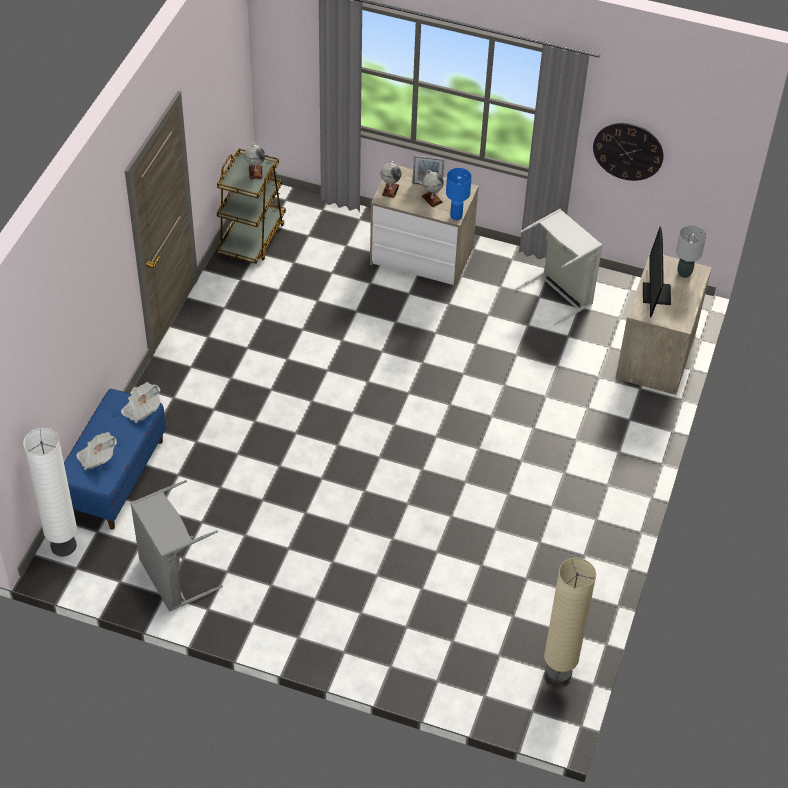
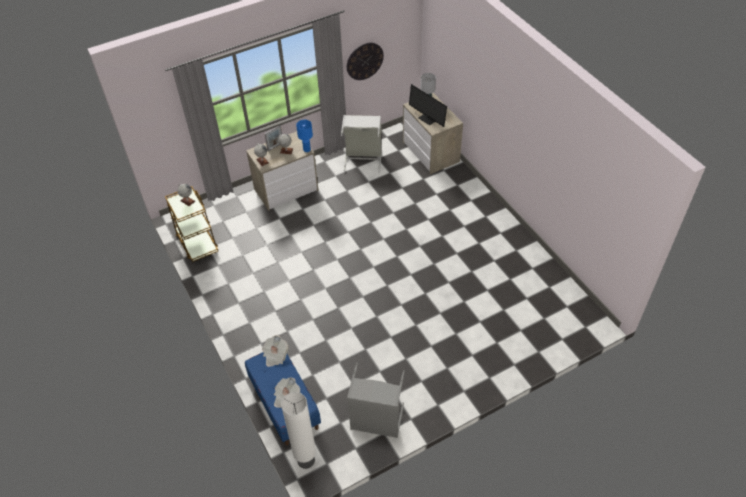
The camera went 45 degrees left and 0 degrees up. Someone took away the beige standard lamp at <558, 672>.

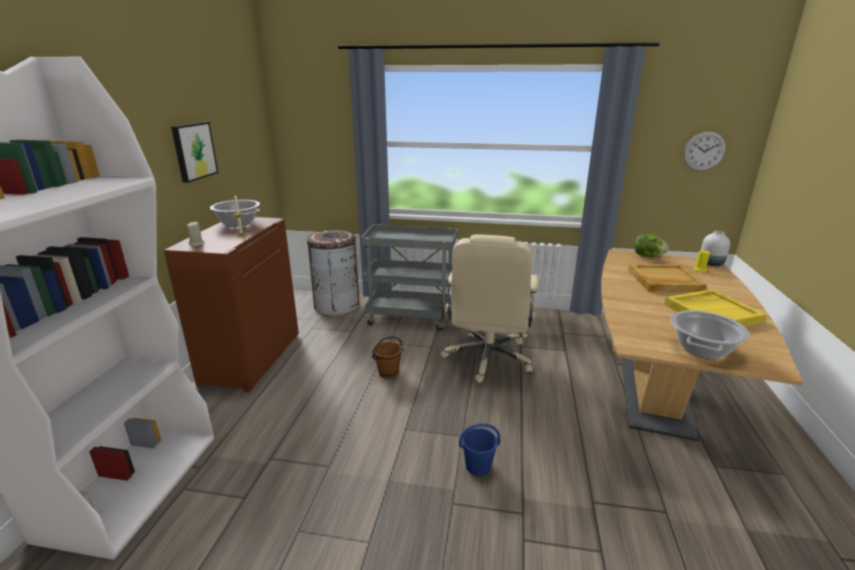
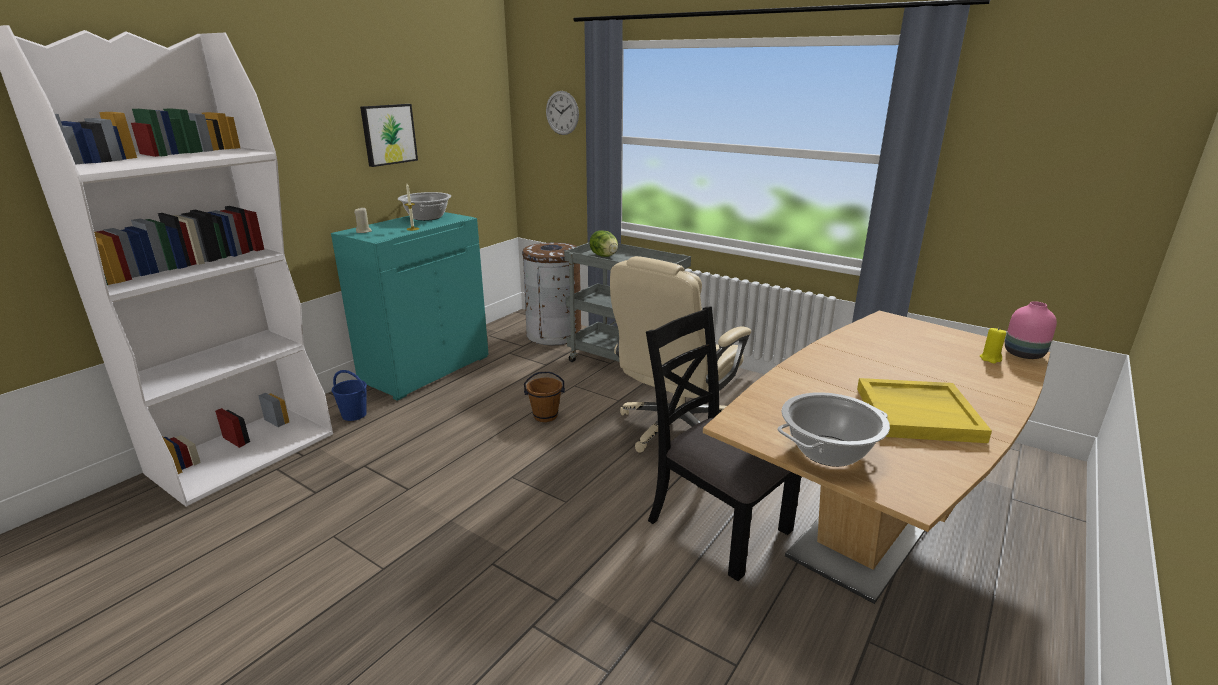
The camera went 25 degrees right and 0 degrees up. Someone took away the beige serving tray at <664, 281>. Someone put down the black-coloured chair at <717, 525>. Someone carried the bluish water bucket from <478, 466> to <354, 415>. Someone carried the head of lettuce from <647, 256> to <604, 256>. Someone carried the wall clock from <704, 151> to <562, 113>. Someone repainted the brown storage cabinet at <251, 358>, which became the turquoise storage cabinet at <425, 369>. Someone repainted the whitish vase at <711, 264>, which became the pinkish vase at <1024, 354>.

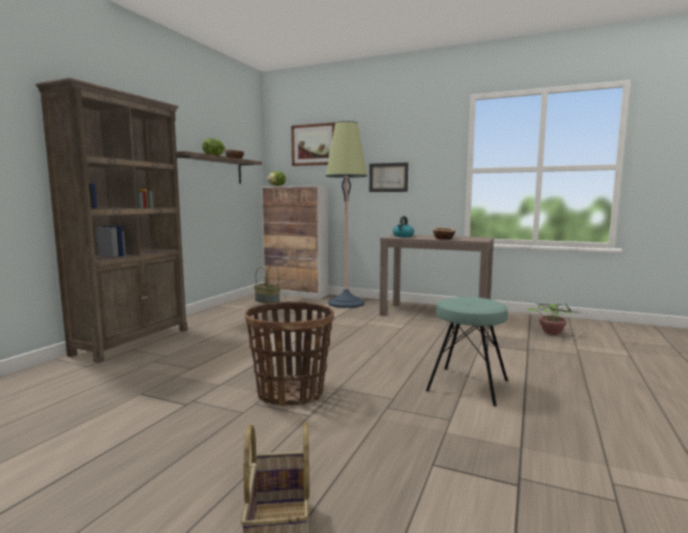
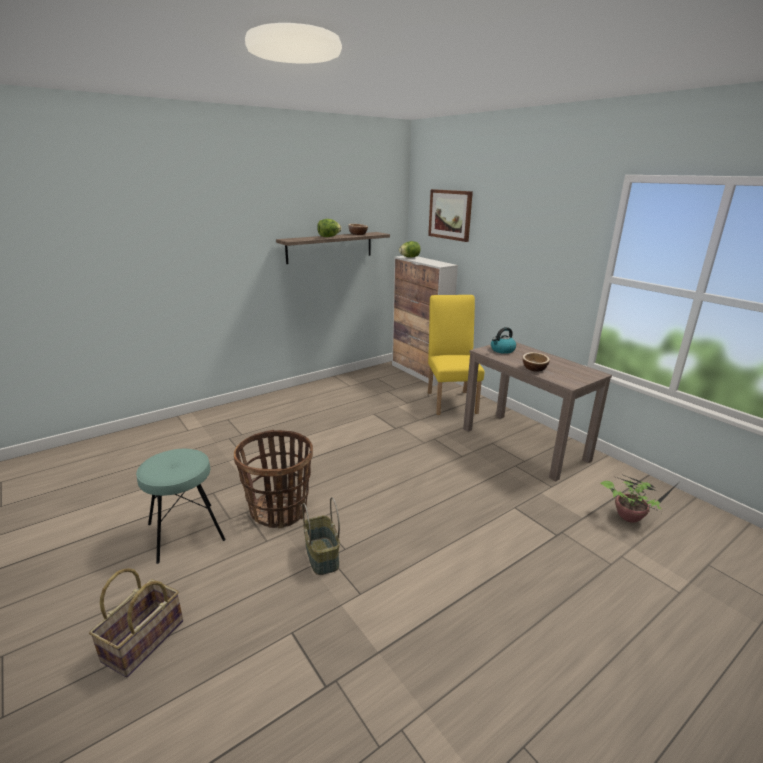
The camera went 30 degrees right and 15 degrees up. Someone took away the brown bookshelf at <133, 341>. Someone took away the wall art at <388, 177>. Someone carried the storage basket from <267, 301> to <321, 556>. Someone carried the turquoise stool seat from <467, 385> to <186, 532>. Someone swapped the standard lamp at <346, 303> for the yellowish chair at <451, 400>.

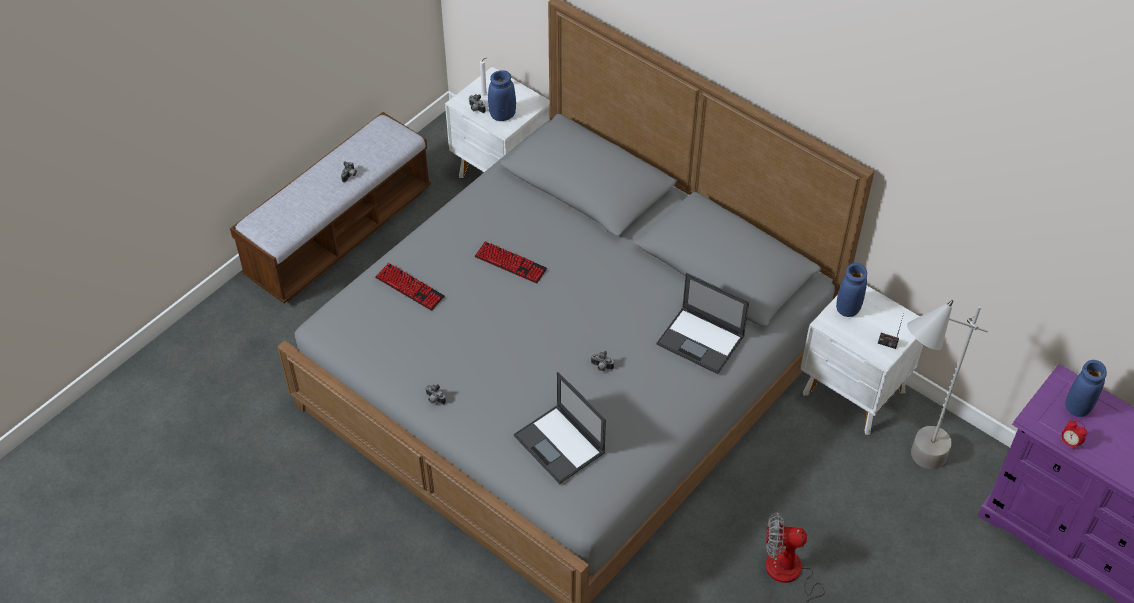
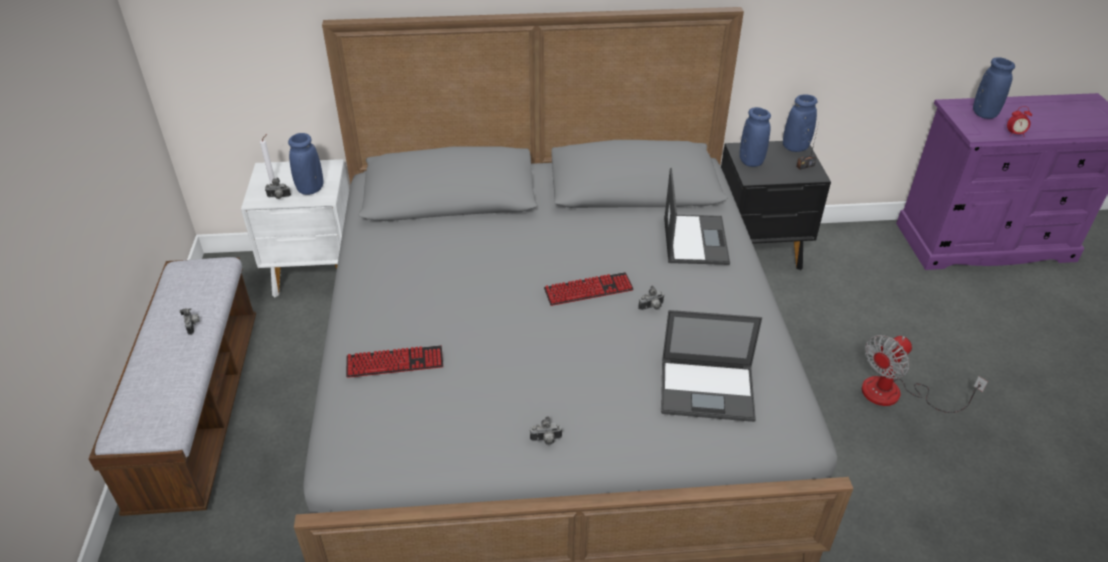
The camera went 45 degrees left and 10 degrees down. Someone took away the gray standard lamp at <906, 468>. Someone put down the bluish vase at <795, 147>. Someone carried the computer keyboard from <510, 263> to <588, 290>. Someone repainted the whitish night table at <853, 394>, which became the black-coloured night table at <759, 251>. Someone rotated the portable computer at <701, 340> by 75 degrees counterclockwise.

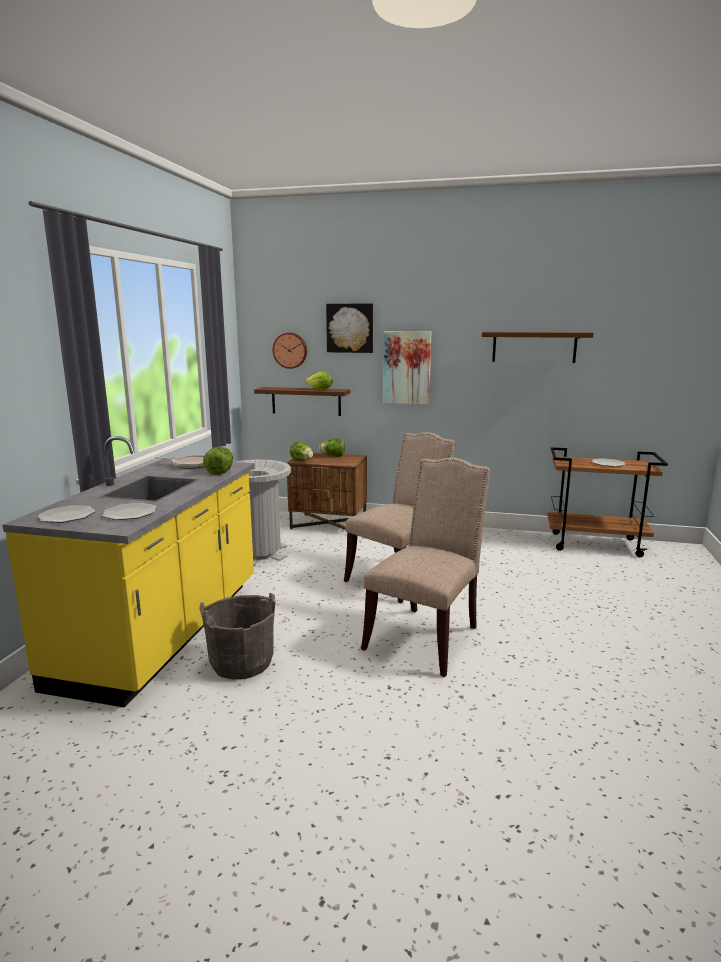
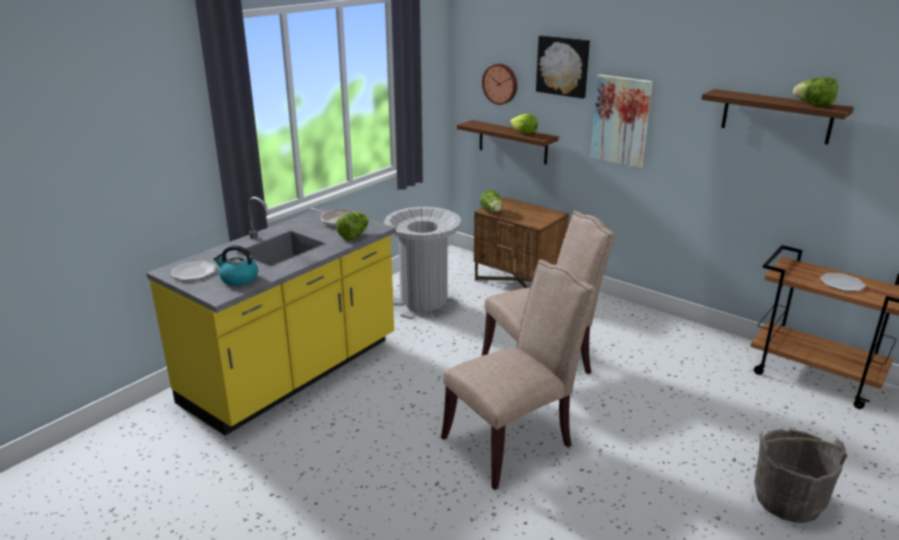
The camera went 25 degrees right and 10 degrees up. Someone carried the gray water bucket from <242, 662> to <788, 500>. Someone carried the head of lettuce from <333, 456> to <814, 105>. Someone swapped the flat dish at <130, 513> for the water kettle at <238, 279>.

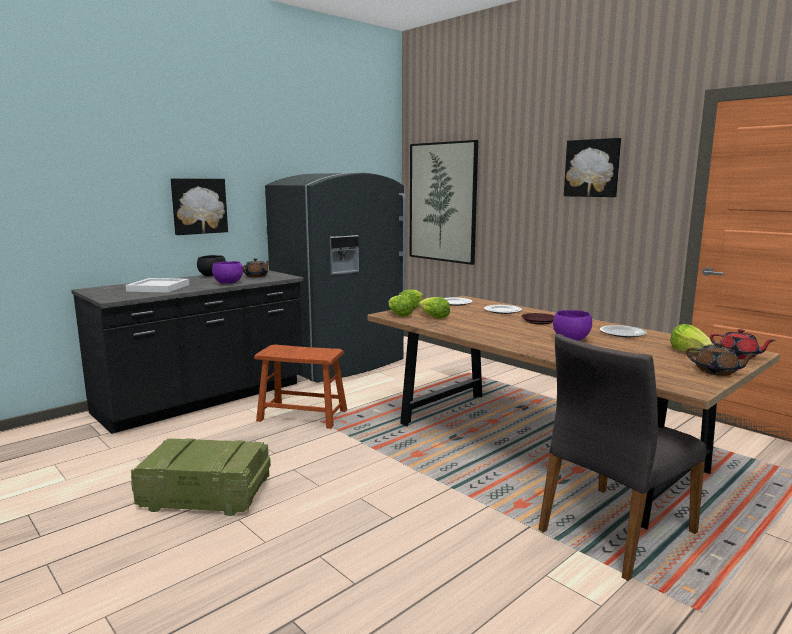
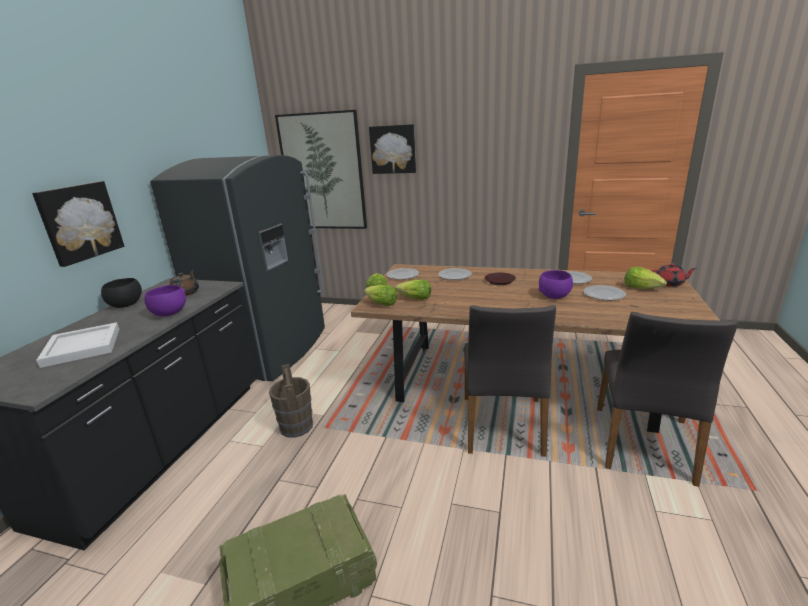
The camera went 30 degrees left and 10 degrees up. Someone took away the brown teapot at <717, 372>. Someone put down the gray chair at <503, 425>. Someone put down the flat dish at <603, 295>. Someone carried the wall art from <592, 168> to <393, 149>. Someone swapped the brown stool seat at <302, 415> for the brown water bucket at <296, 426>.

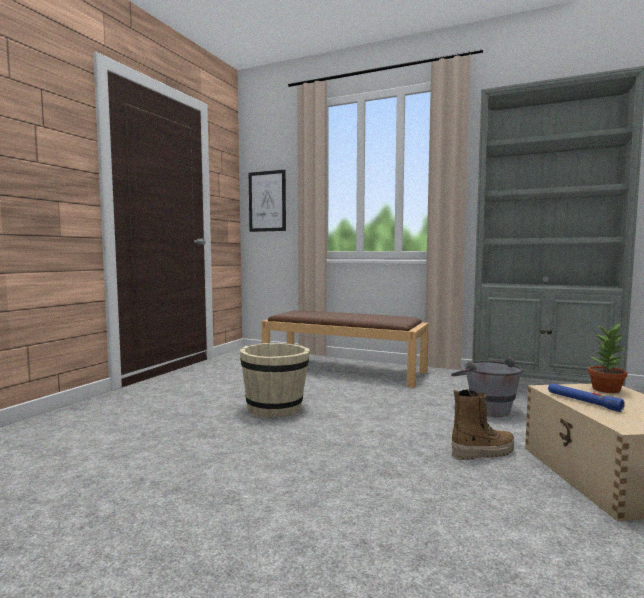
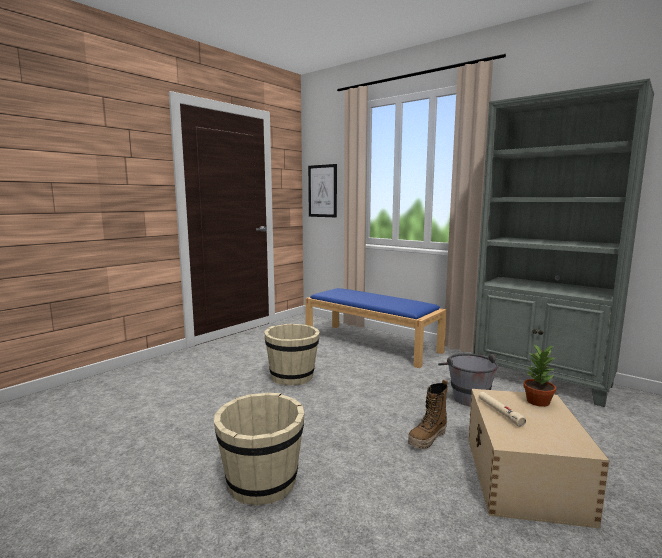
The camera went 15 degrees right and 5 degrees up. Someone put down the beige water bucket at <262, 483>. Someone repainted the brown indoor bench at <344, 370>, which became the bluish indoor bench at <372, 344>. Someone repainted the bluish flashlight at <582, 402>, which became the beige flashlight at <499, 412>. Someone rotated the tall boot at <482, 453> by 135 degrees clockwise.

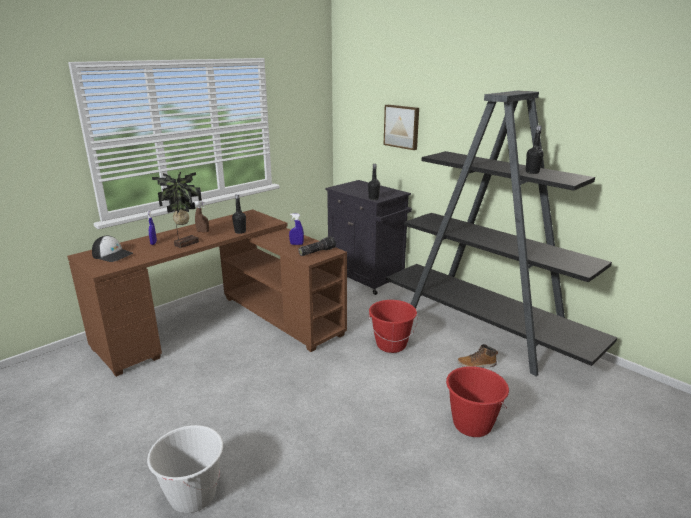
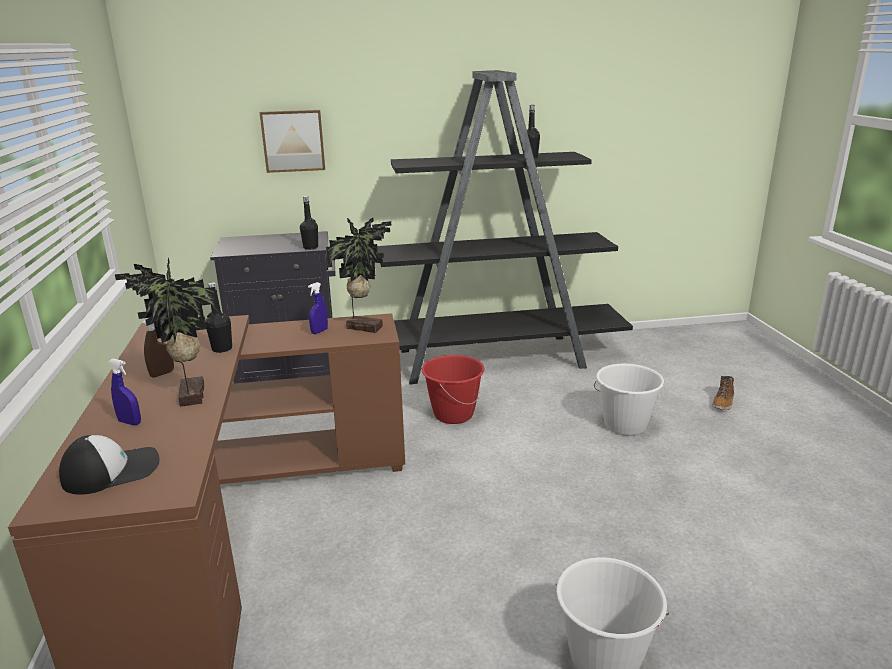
The camera went 55 degrees left and 0 degrees up. Someone carried the tall boot from <476, 364> to <723, 402>. Someone swapped the flashlight at <317, 251> for the plant in a pot at <365, 327>. Someone repainted the red water bucket at <471, 425>, which became the whitish water bucket at <625, 426>.

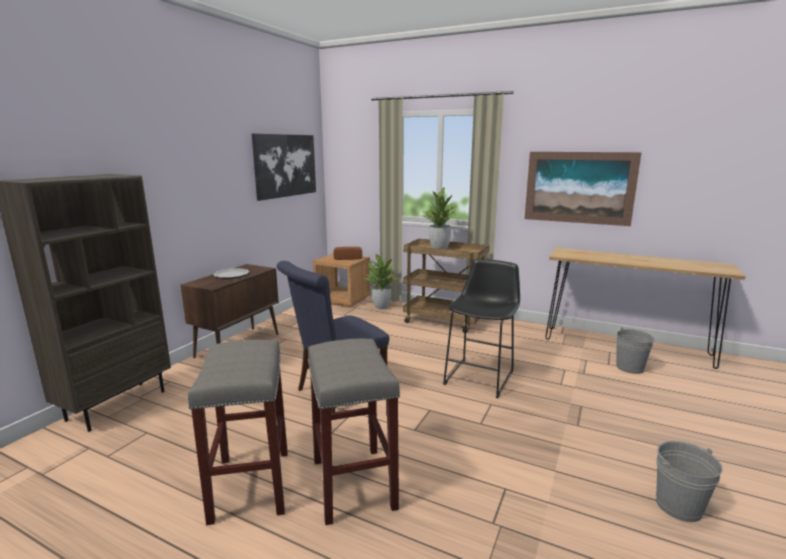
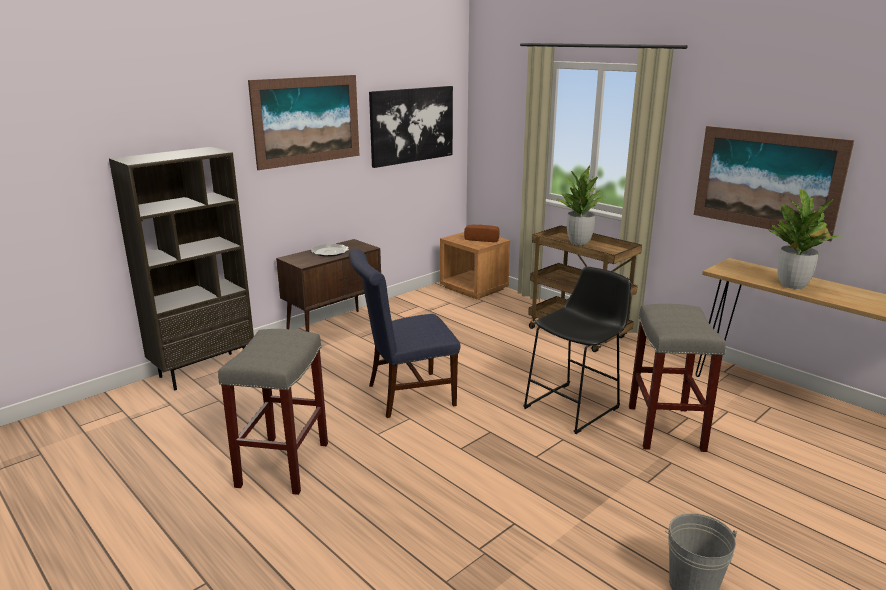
The camera went 20 degrees right and 5 degrees up. Someone took away the gray water bucket at <630, 367>. Someone put up the wall art at <307, 120>. Someone carried the gray stool seat from <352, 483> to <664, 427>. Someone carried the plant in a pot from <381, 307> to <792, 285>.

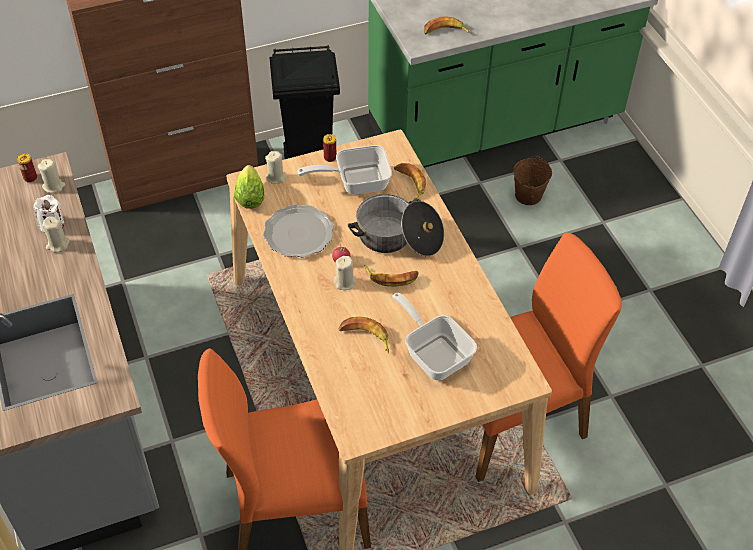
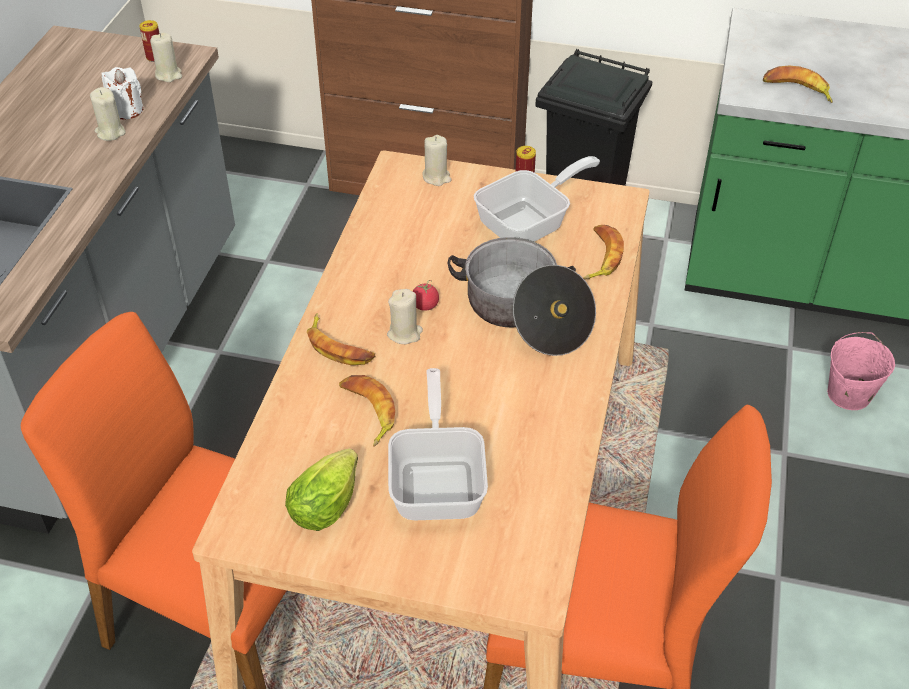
The camera went 35 degrees right and 5 degrees down. Someone took away the flat dish at <299, 234>. Someone carried the head of lettuce from <250, 195> to <328, 502>. Someone carried the banana from <391, 277> to <339, 346>. Someone repainted the brown water bucket at <528, 196>, which became the pinkish water bucket at <848, 395>. Someone rotated the pan at <355, 181> by 120 degrees clockwise.

